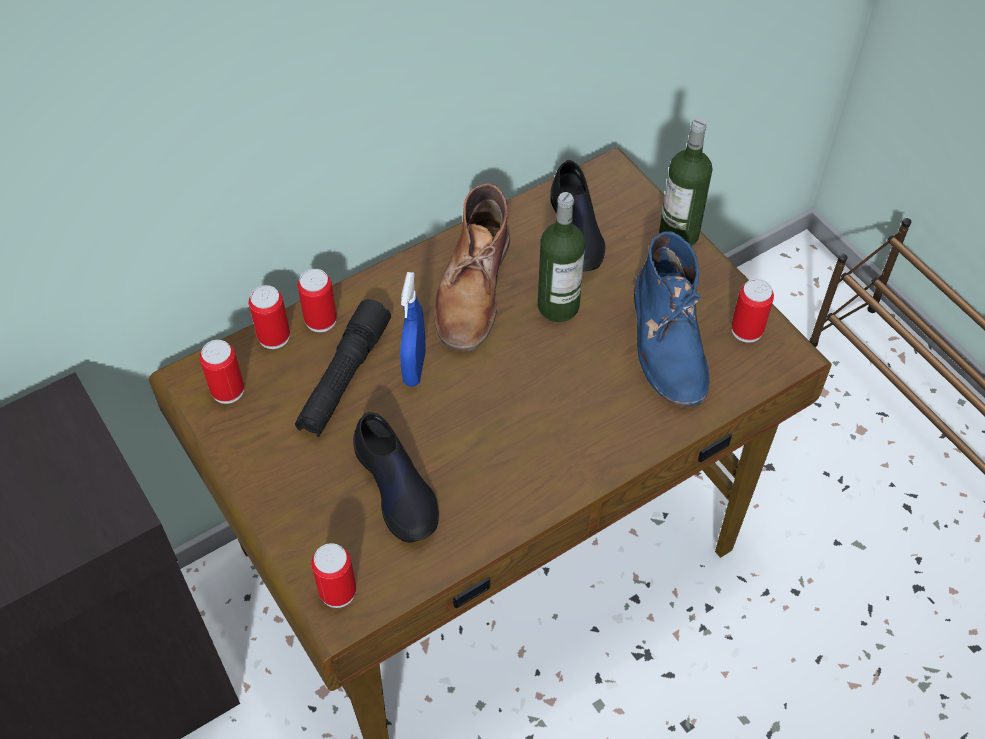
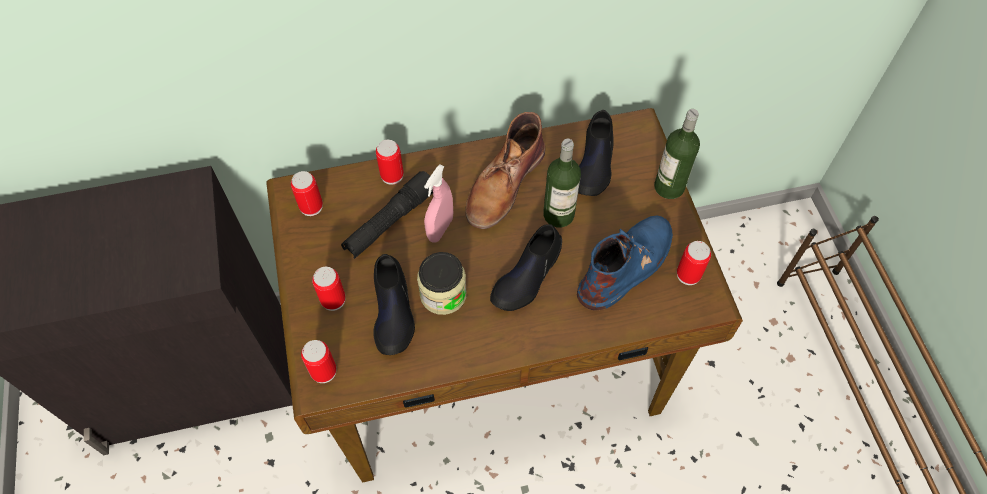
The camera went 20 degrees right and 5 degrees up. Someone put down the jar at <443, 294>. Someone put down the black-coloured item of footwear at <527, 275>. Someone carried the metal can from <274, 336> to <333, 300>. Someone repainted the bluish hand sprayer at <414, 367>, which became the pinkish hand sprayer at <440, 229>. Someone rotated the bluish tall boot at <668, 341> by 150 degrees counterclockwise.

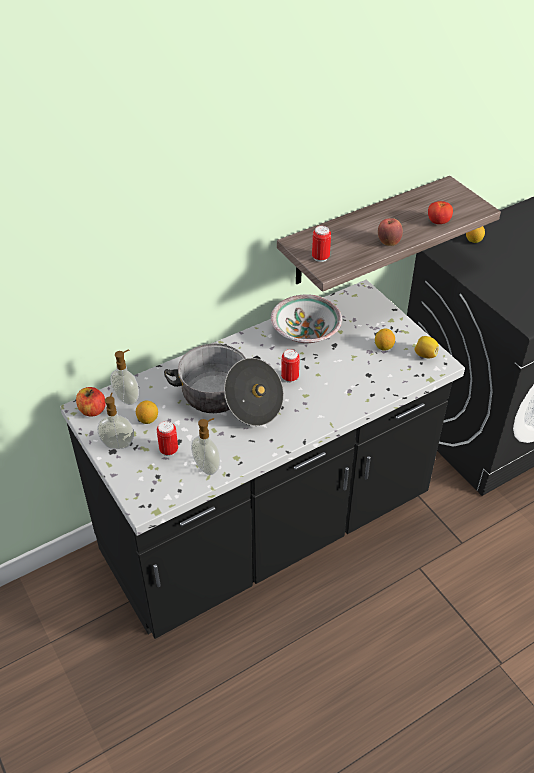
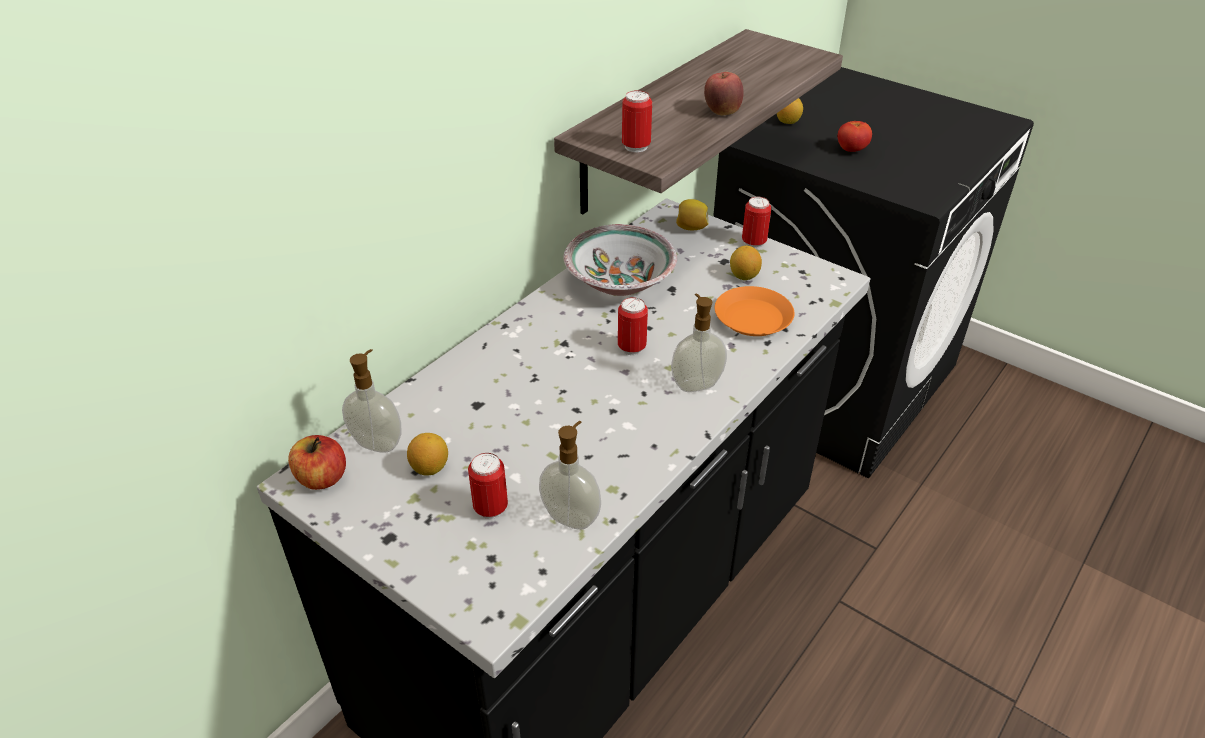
The camera went 20 degrees left and 5 degrees down. Someone took away the cooking pot at <228, 399>. Someone put down the orangey flat dish at <753, 317>. Someone put down the metal can at <753, 243>. Someone carried the liquid soap bottle from <118, 443> to <696, 384>. Someone carried the whole lemon from <425, 355> to <691, 228>. Someone carried the whole tomato from <438, 222> to <851, 150>.

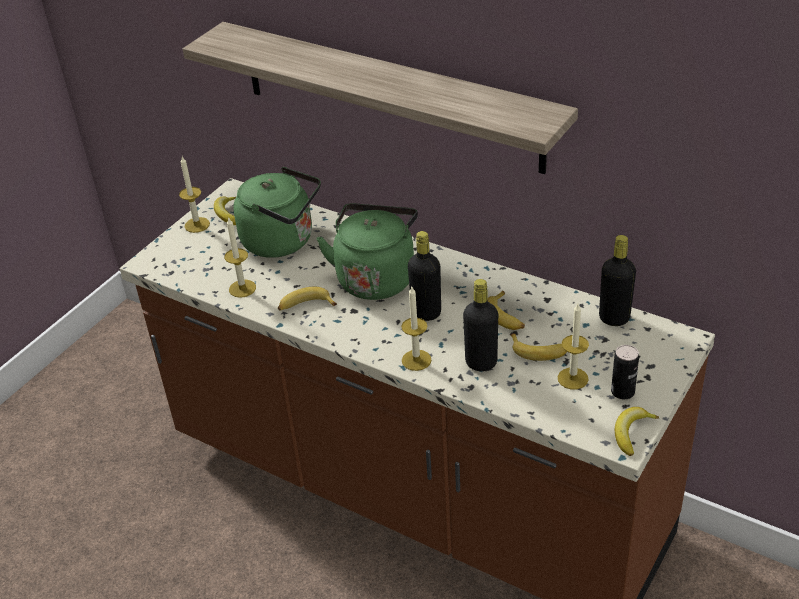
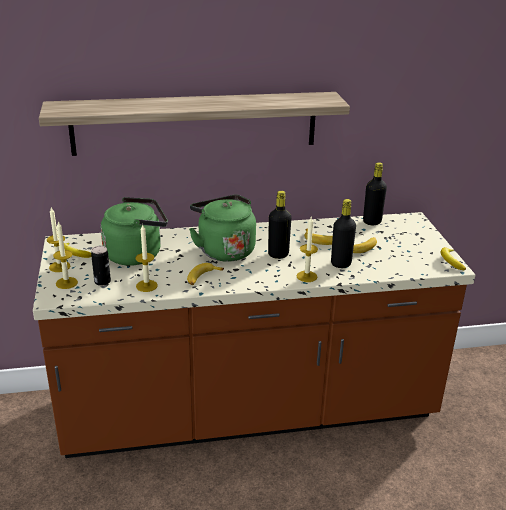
The camera went 45 degrees left and 10 degrees down. Someone carried the candle from <573, 378> to <66, 283>. Someone carried the metal can from <622, 392> to <102, 281>.

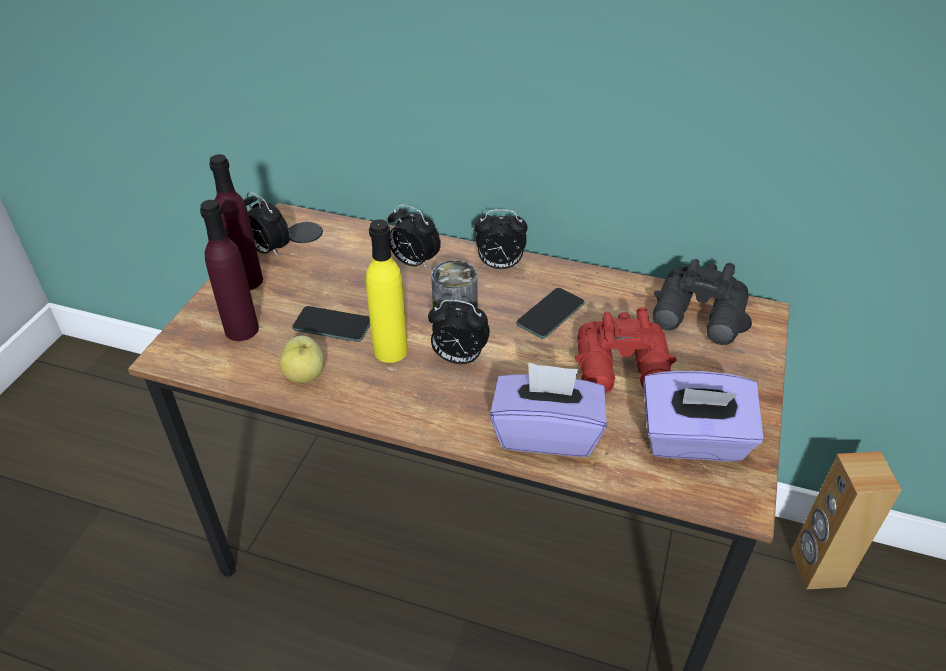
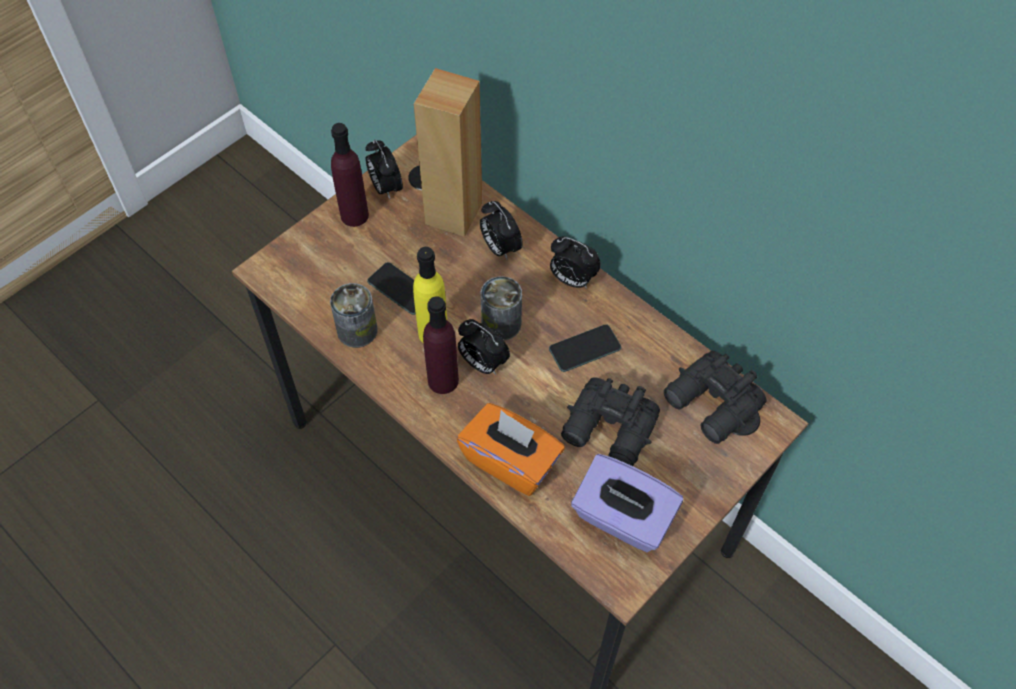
The camera went 25 degrees right and 15 degrees up. Someone carried the purple-coloured drink bottle from <241, 329> to <443, 380>. Someone carried the brown audio speaker from <816, 568> to <453, 213>. Someone swapped the apple at <305, 375> for the metal can at <357, 330>. Someone repainted the purple-coloured tissue box at <546, 433>, which became the orangey tissue box at <511, 461>. Someone repainted the red binoculars at <624, 371>, which became the black-coloured binoculars at <610, 431>.

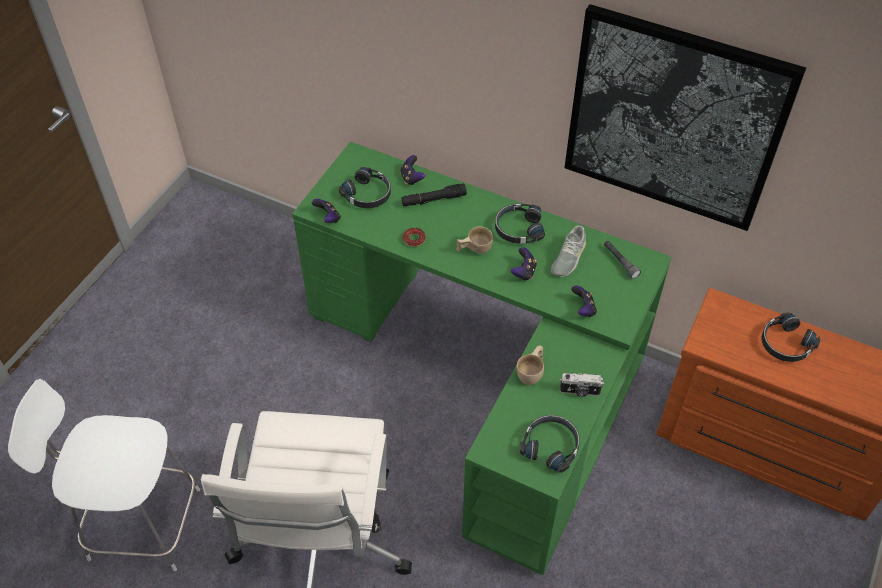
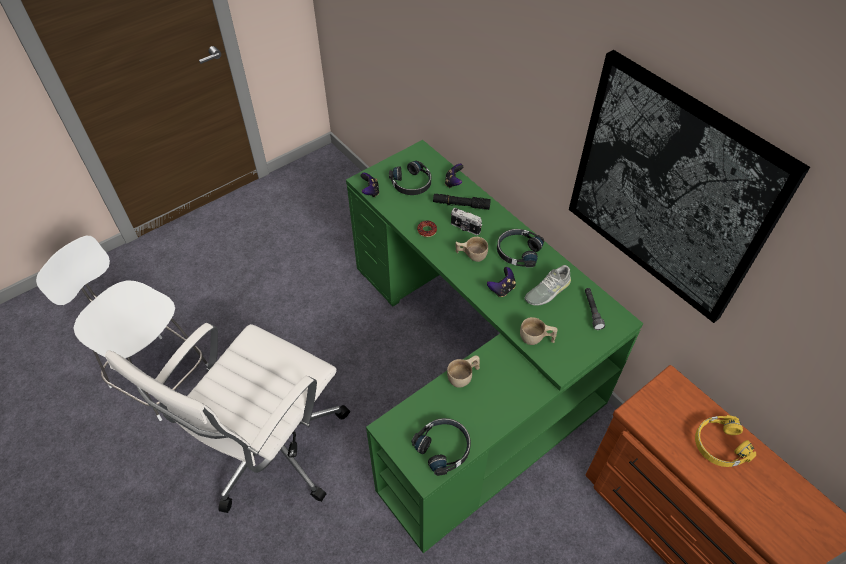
The camera went 25 degrees right and 0 degrees up. Someone carried the still camera from <580, 392> to <465, 228>. Someone swapped the game controller at <583, 309> for the beige small cup at <536, 339>. Someone repainted the black-coloured pair of headphones at <785, 344>, which became the yellowish pair of headphones at <719, 445>.

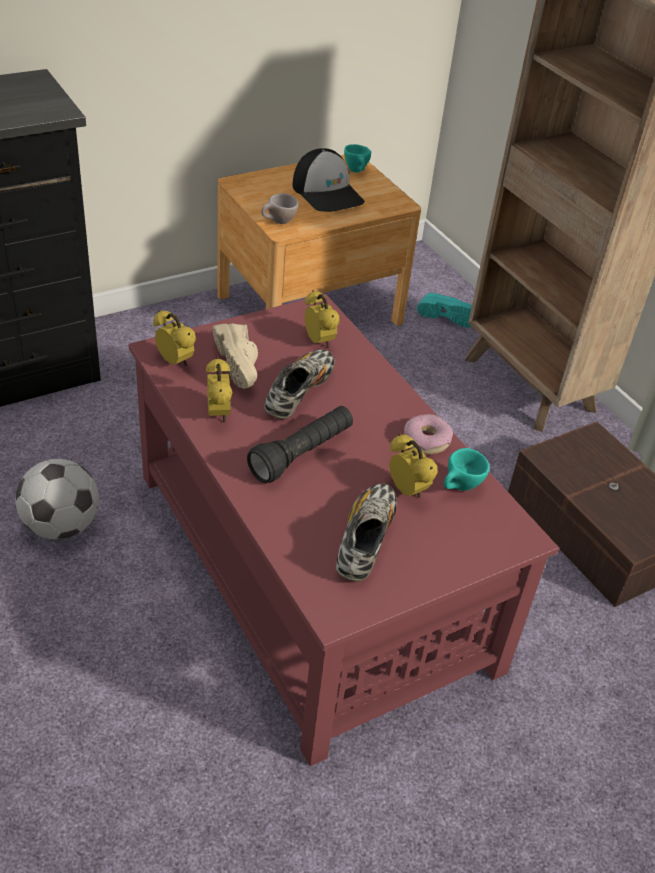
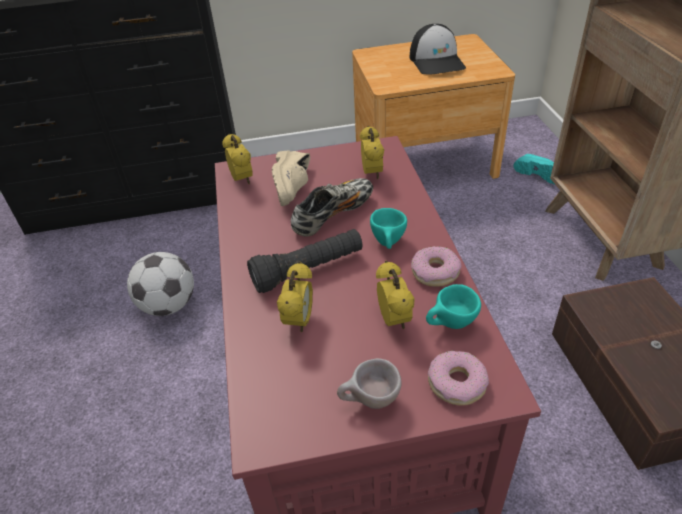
The camera went 25 degrees right and 0 degrees up. Someone took away the item of footwear at <365, 541>. Someone put down the donut at <456, 383>. Someone carried the alarm clock from <218, 414> to <299, 321>. Someone carried the beige small cup from <278, 222> to <369, 402>. Someone carried the turquoise small cup from <357, 171> to <389, 244>.

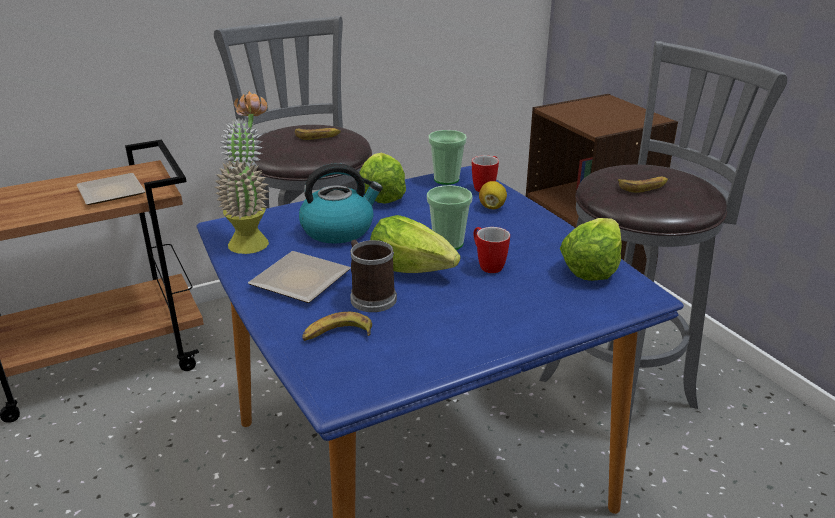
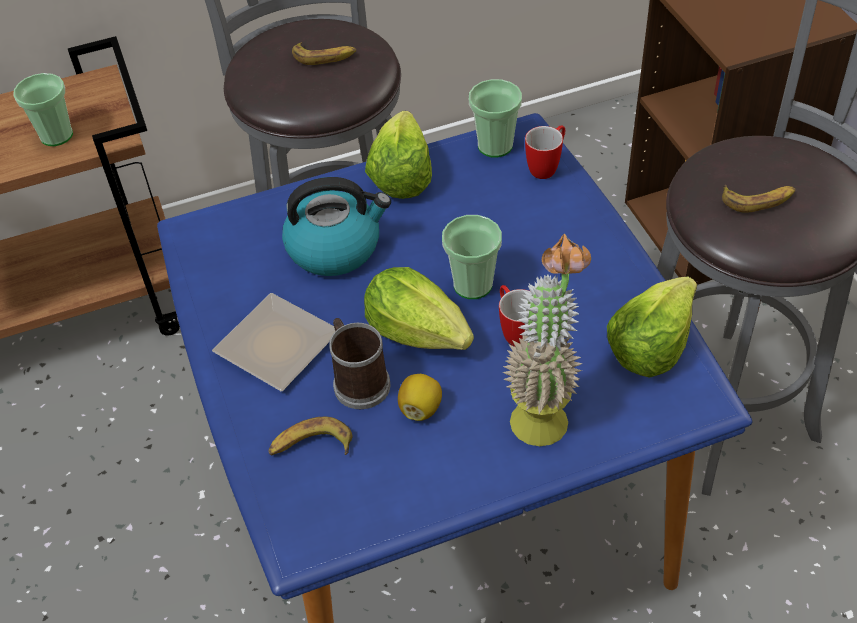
The camera went 10 degrees right and 20 degrees up. Someone carried the plant in a pot from <253, 239> to <543, 410>. Someone carried the whole lemon from <492, 207> to <420, 408>. Someone swapped the flat dish at <114, 193> for the small cup at <56, 135>.

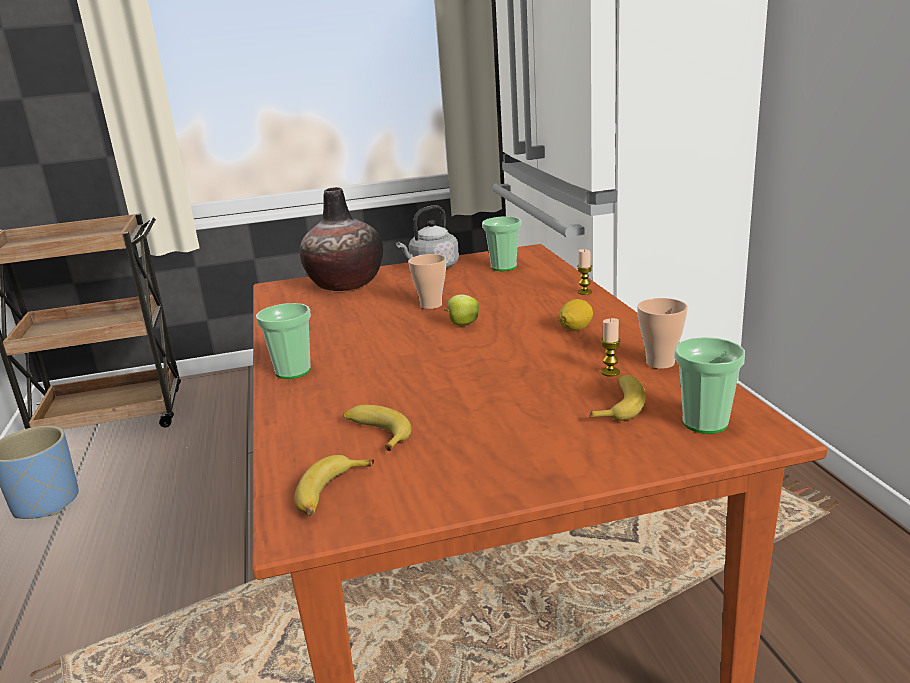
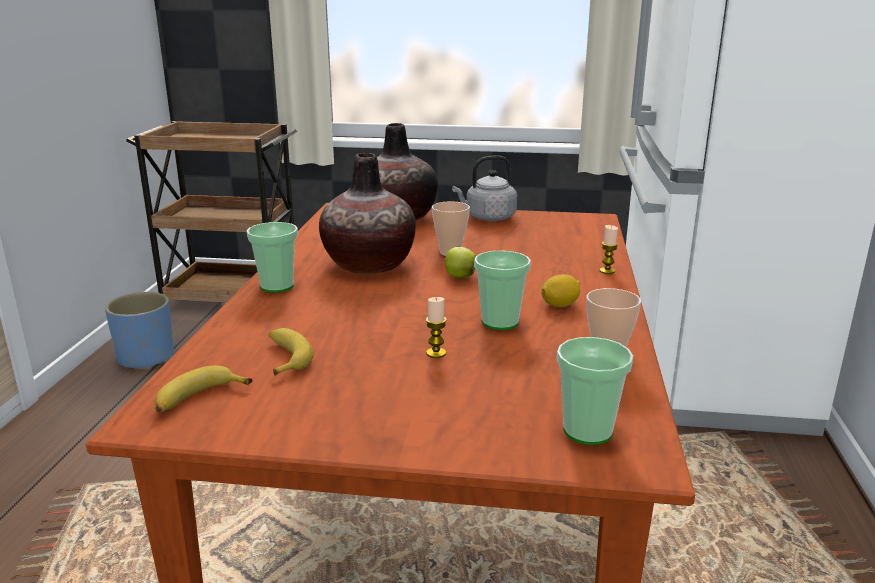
The camera went 20 degrees right and 0 degrees up. Someone took away the banana at <619, 405>. Someone put down the vase at <368, 265>. Someone carried the small cup from <503, 267> to <500, 322>. Someone carried the candle from <610, 372> to <436, 353>.

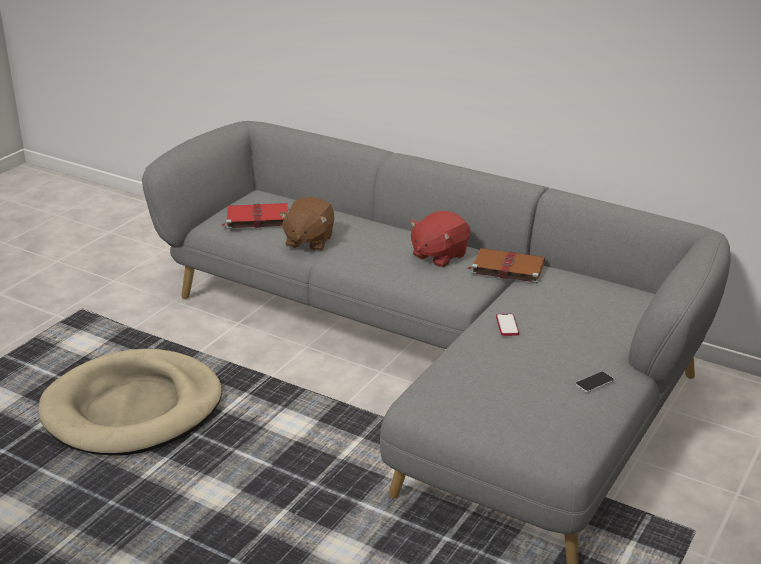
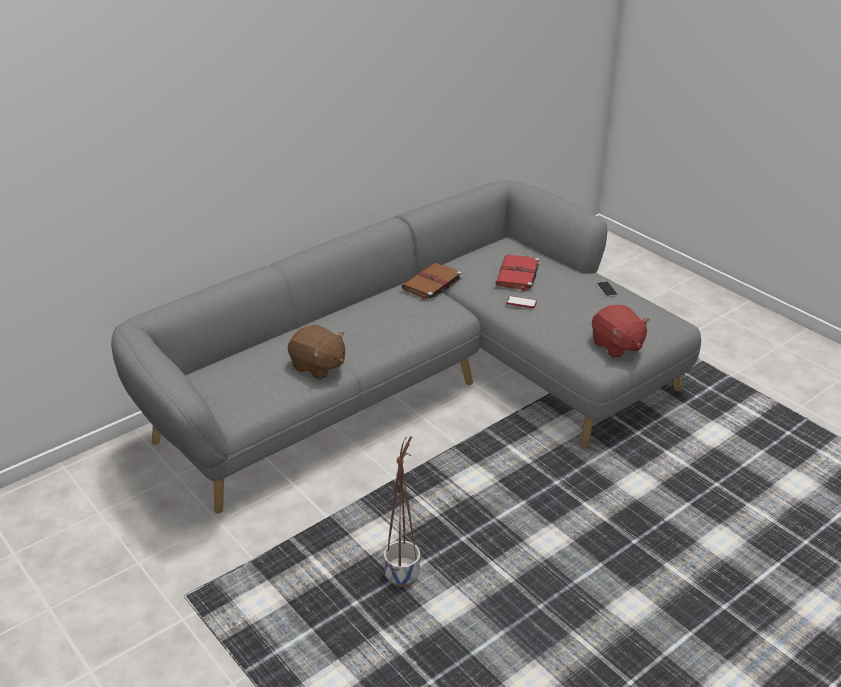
The camera went 70 degrees left and 5 degrees up. Someone carried the red book from <256, 218> to <517, 275>. Someone carried the red plush toy from <438, 255> to <616, 346>. Someone swapped the beige dog cushion at <133, 409> for the plant pot at <402, 576>.

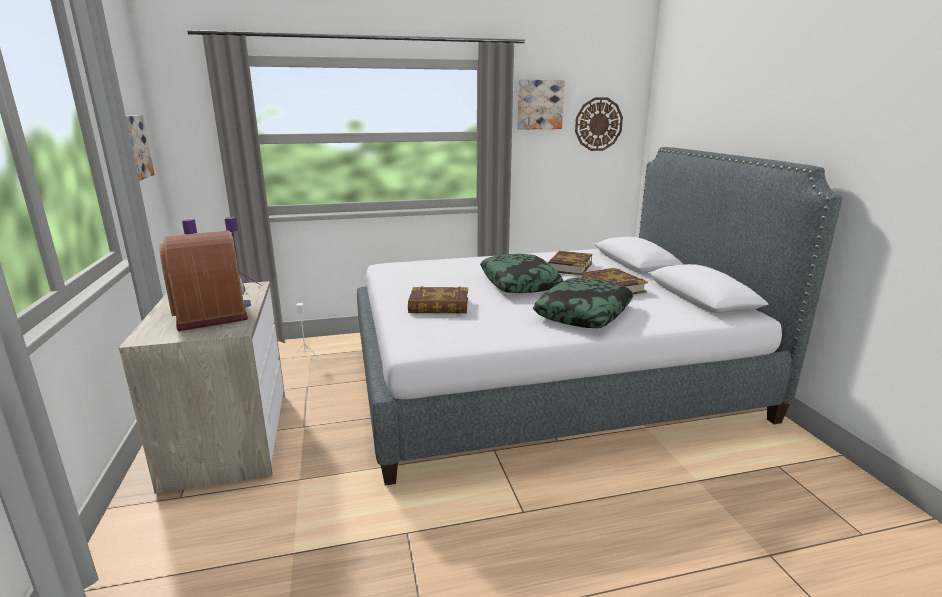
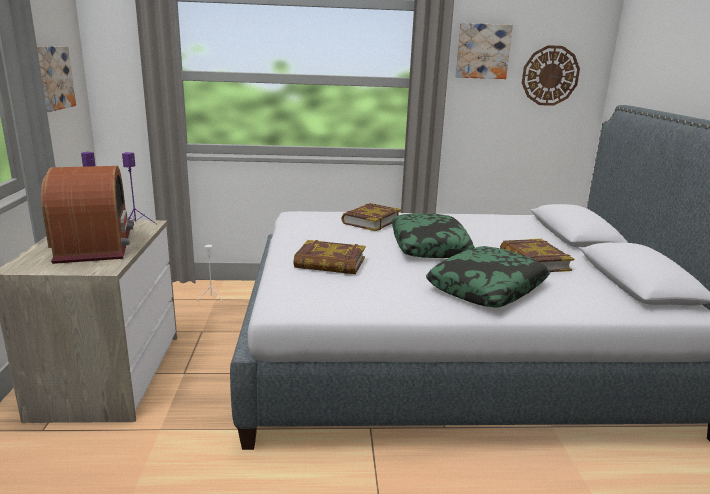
The camera went 10 degrees right and 0 degrees up. Someone carried the book from <569, 267> to <371, 221>.

